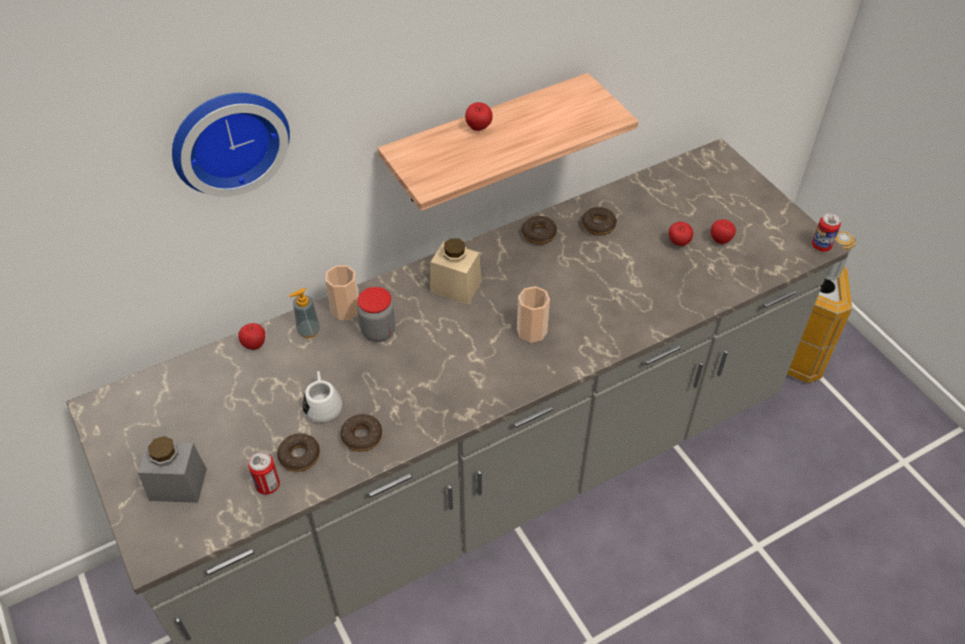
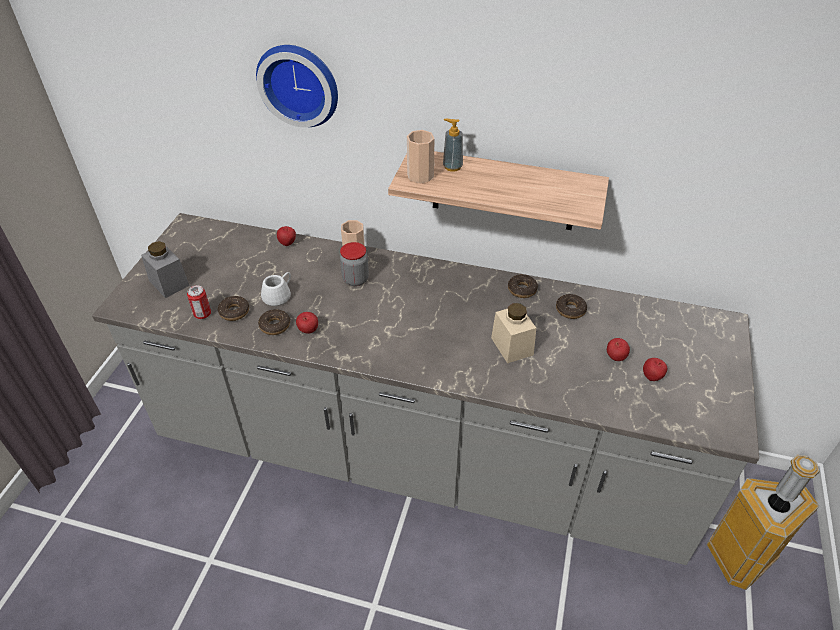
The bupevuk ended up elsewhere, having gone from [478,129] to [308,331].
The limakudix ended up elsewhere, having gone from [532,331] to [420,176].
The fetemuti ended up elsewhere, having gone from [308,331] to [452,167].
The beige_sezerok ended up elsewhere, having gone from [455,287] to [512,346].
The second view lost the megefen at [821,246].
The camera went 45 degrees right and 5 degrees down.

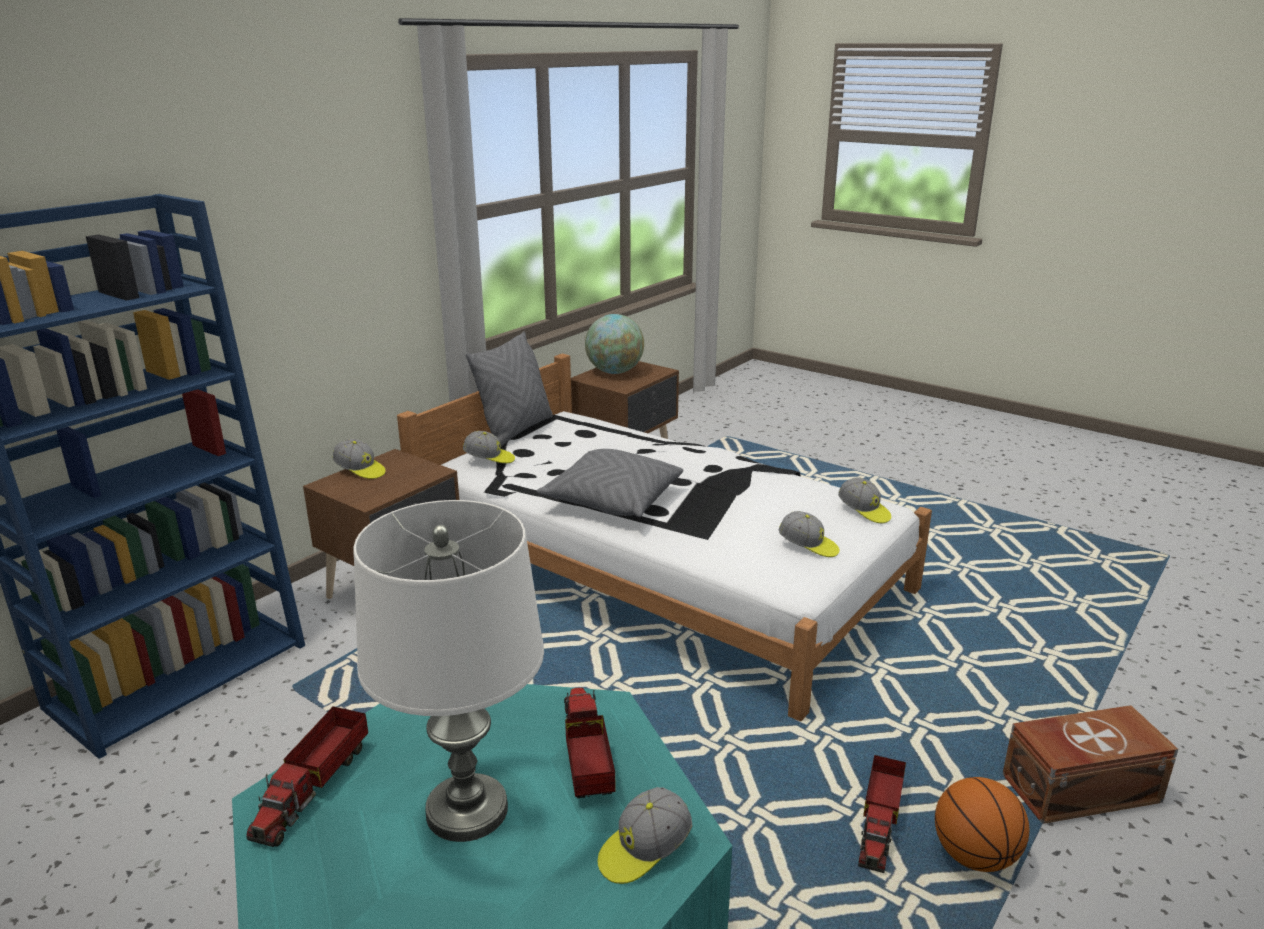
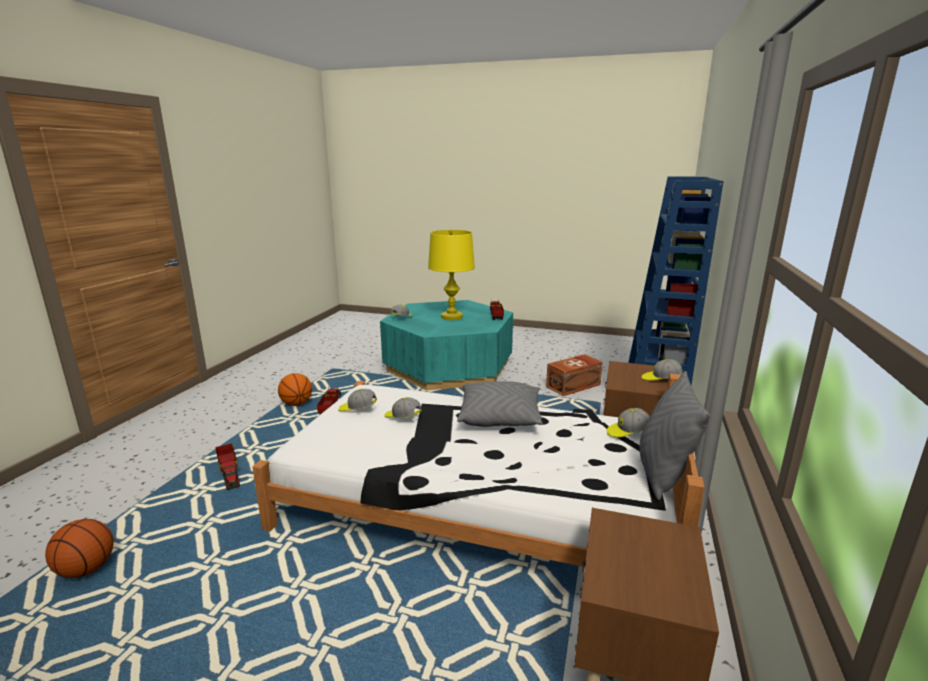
The second view gained the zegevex at [87,569].
The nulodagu ended up elsewhere, having gone from [586,755] to [229,472].
The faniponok ended up elsewhere, having gone from [864,511] to [402,417].
What was the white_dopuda at [467,810] turned into the yellow_dopuda at [451,317].
The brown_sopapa ended up elsewhere, having gone from [1077,787] to [574,386].
The second view lost the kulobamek at [614,372].
The camera went 160 degrees right and 5 degrees down.

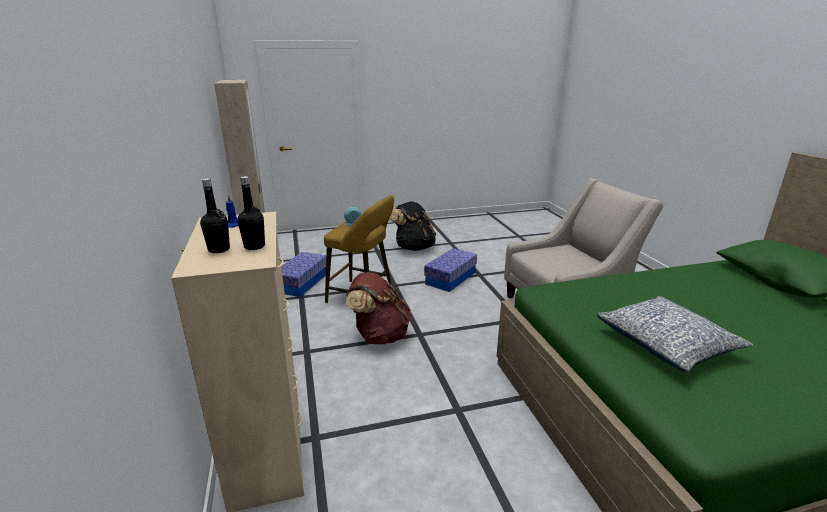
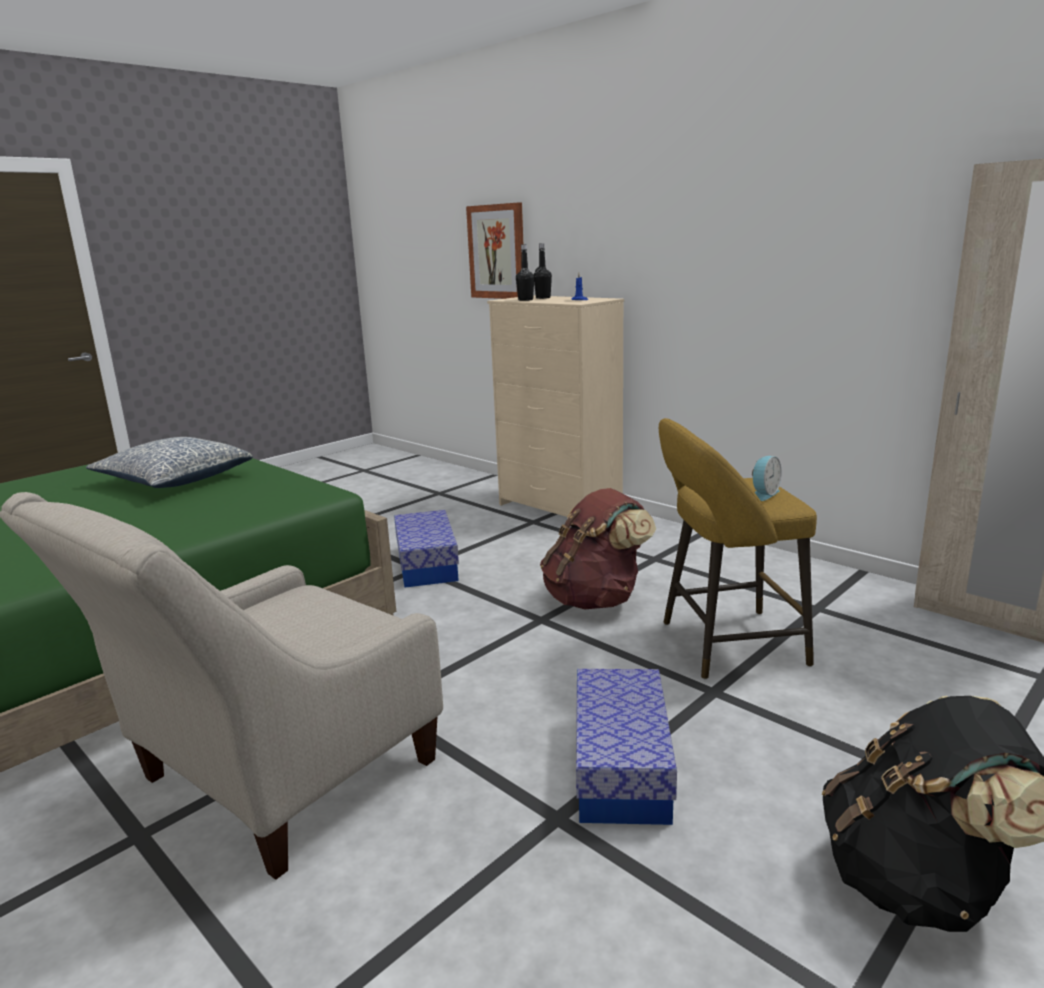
The sopapa ended up elsewhere, having gone from [301,283] to [427,564].
The second view gained the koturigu at [497,252].
The camera went 150 degrees right and 5 degrees down.

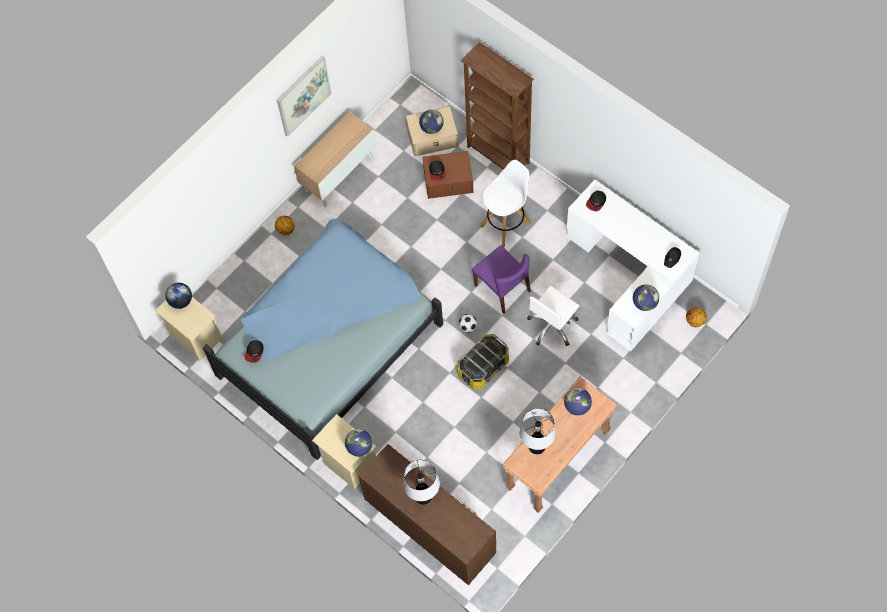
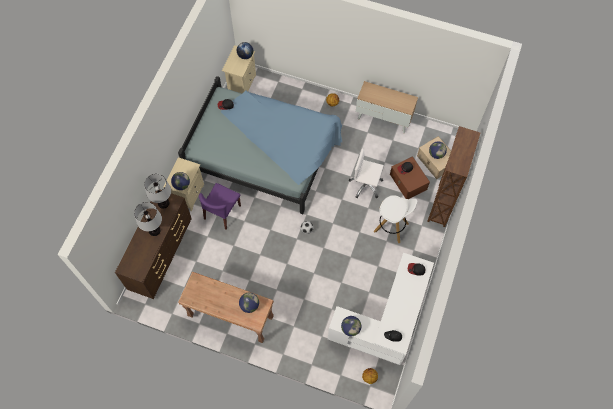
The dopuda ended up elsewhere, having gone from [537,445] to [163,203].
The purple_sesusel ended up elsewhere, having gone from [502,288] to [222,212].
The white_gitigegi ended up elsewhere, having gone from [552,326] to [365,185].
The second view lost the koturigu at [303,95].
The second view lost the sopapa at [483,367].
The camera went 65 degrees right and 0 degrees up.

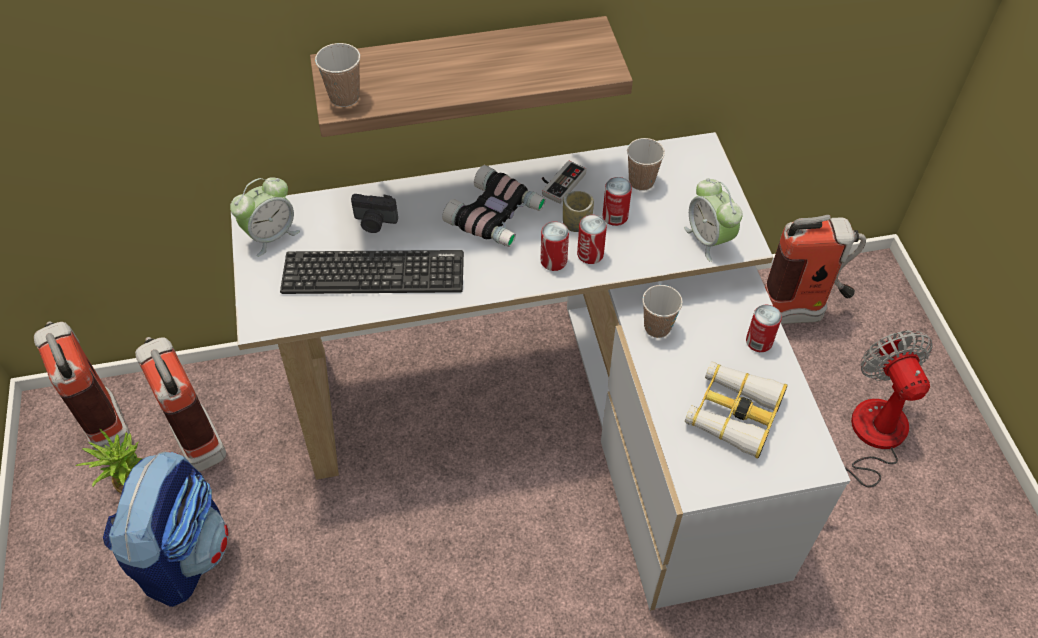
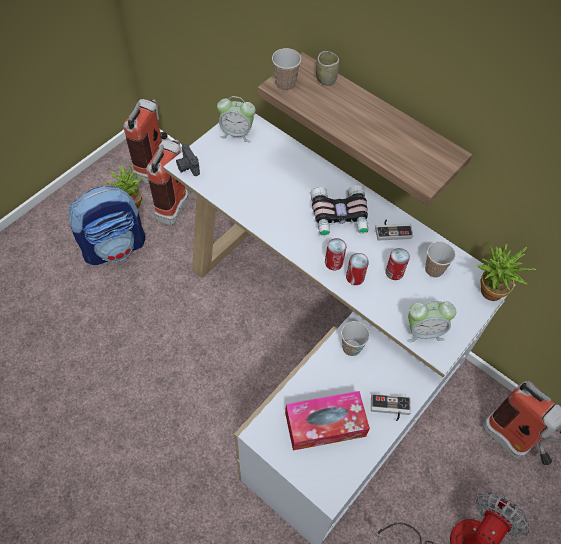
The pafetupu ended up elsewhere, having gone from [374,222] to [187,167].
Where the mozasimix stood at [733,414], the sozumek came to stand at [325,424].
The limakudix ended up elsewhere, having gone from [576,224] to [326,79].
Where the megefen stood at [759,342], the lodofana came to stand at [390,409].
The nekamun at [708,239] ended up facing another way, 120 degrees counterclockwise from before.
The second view gained the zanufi at [487,293].
The second view lost the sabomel at [373,273].
The camera went 50 degrees right and 5 degrees up.

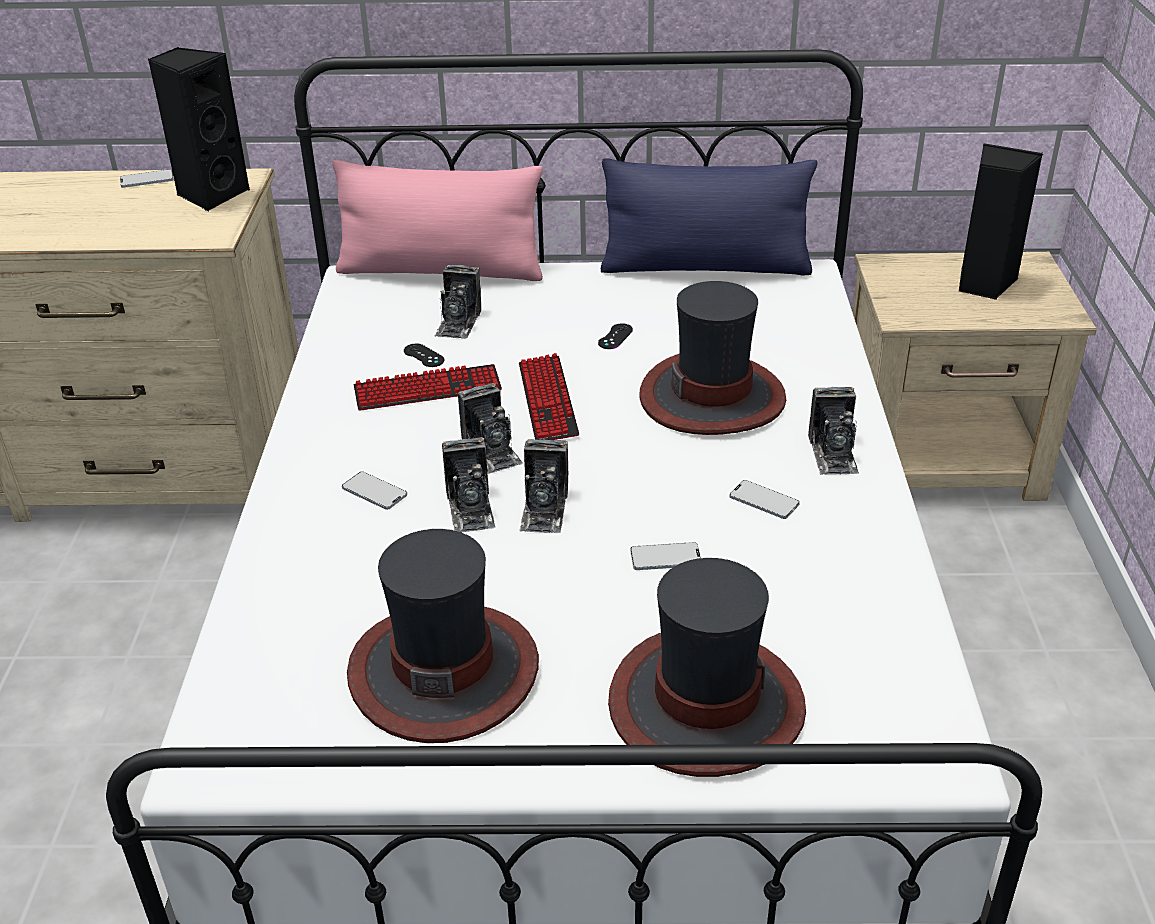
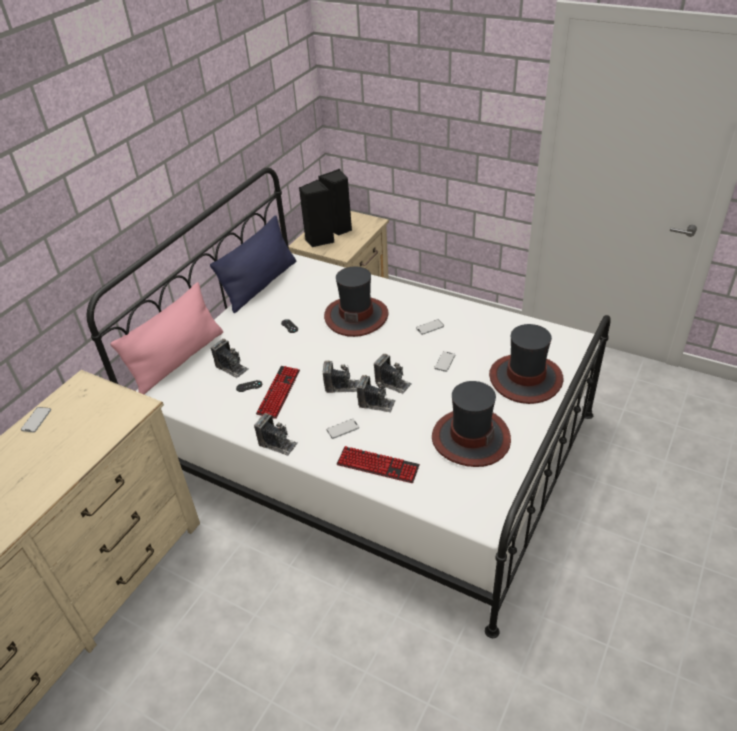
The pafetupu ended up elsewhere, having gone from [833,453] to [277,444].
The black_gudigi ended up elsewhere, having gone from [211,194] to [319,240].
The sabomel ended up elsewhere, having gone from [547,400] to [377,465].
The camera went 60 degrees left and 5 degrees up.

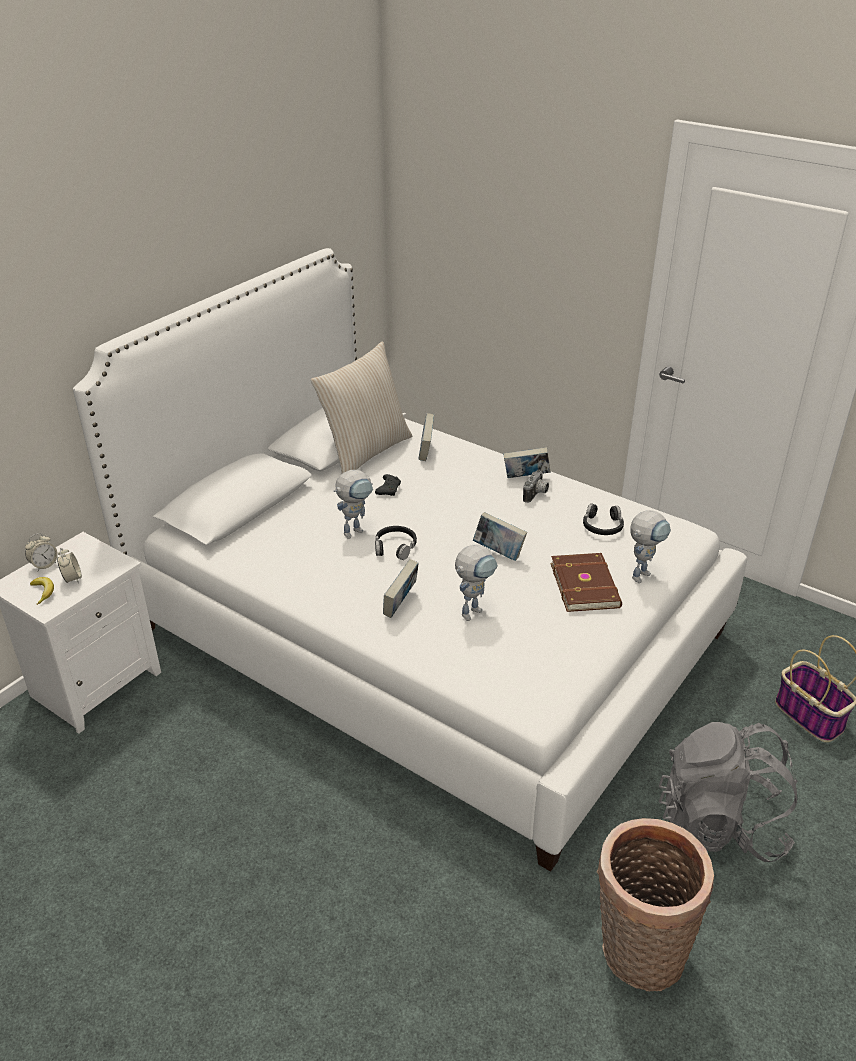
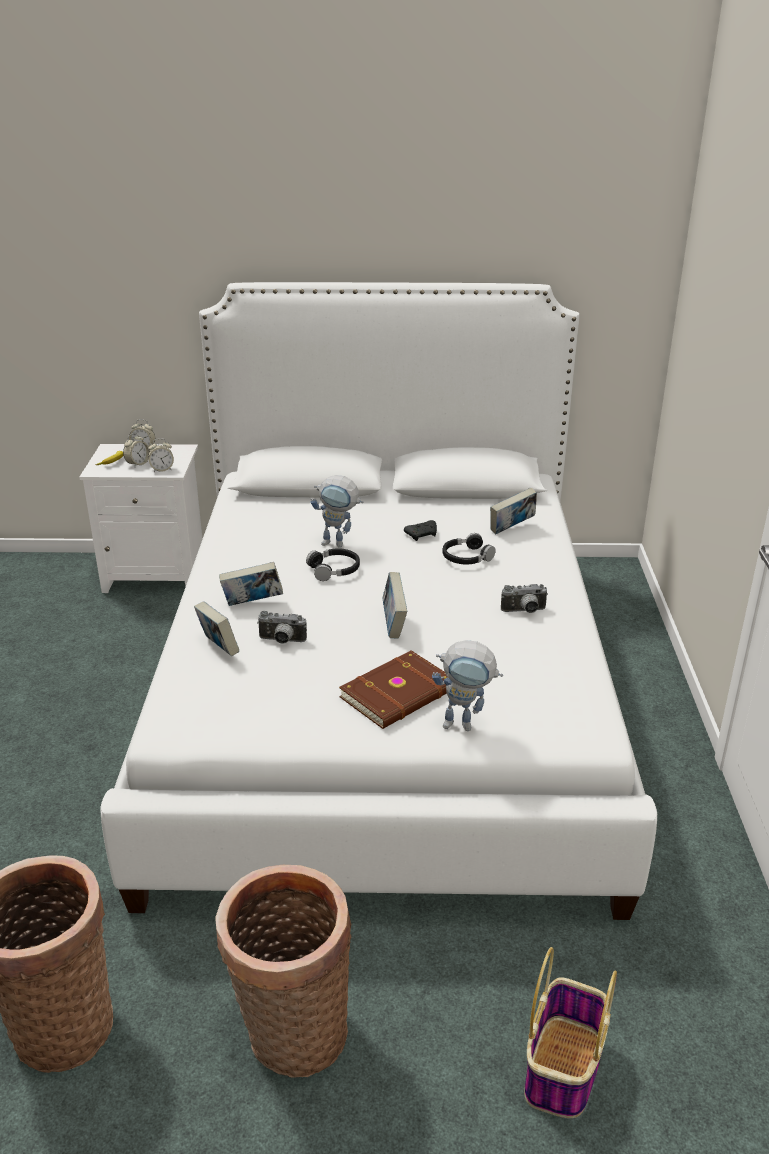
The second view gained the nekamun at [162,469].
The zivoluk ended up elsewhere, having gone from [525,478] to [218,648].
Where the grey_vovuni stood at [720,824], the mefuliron came to stand at [291,1033].
Where the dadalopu stood at [474,609], the pafetupu came to stand at [281,641].
The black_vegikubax ended up elsewhere, having gone from [602,526] to [466,557].
The second view lost the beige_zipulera at [365,451].
The camera went 55 degrees right and 5 degrees down.

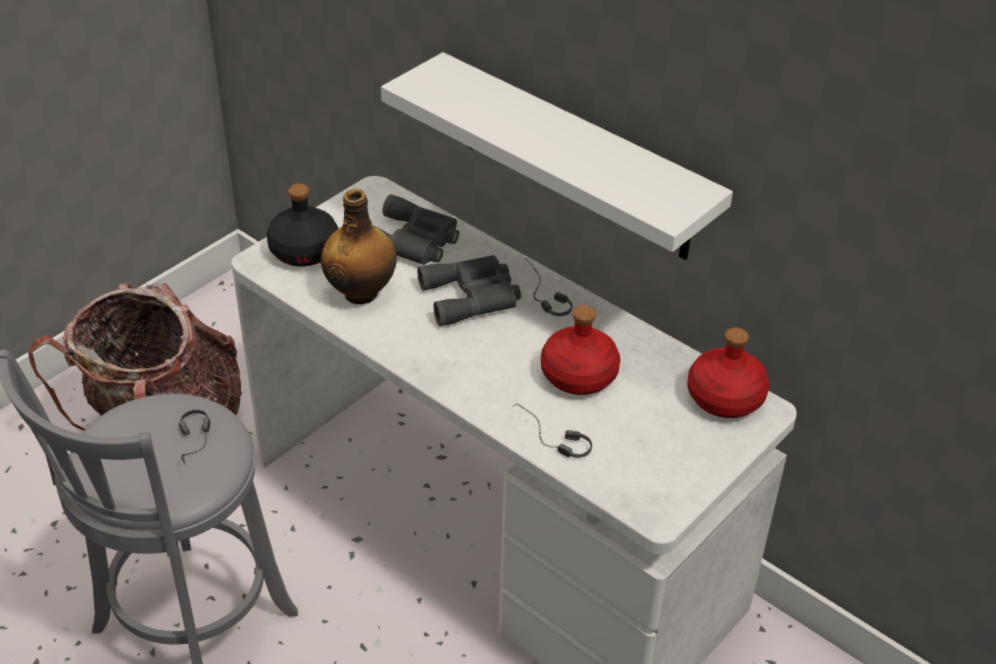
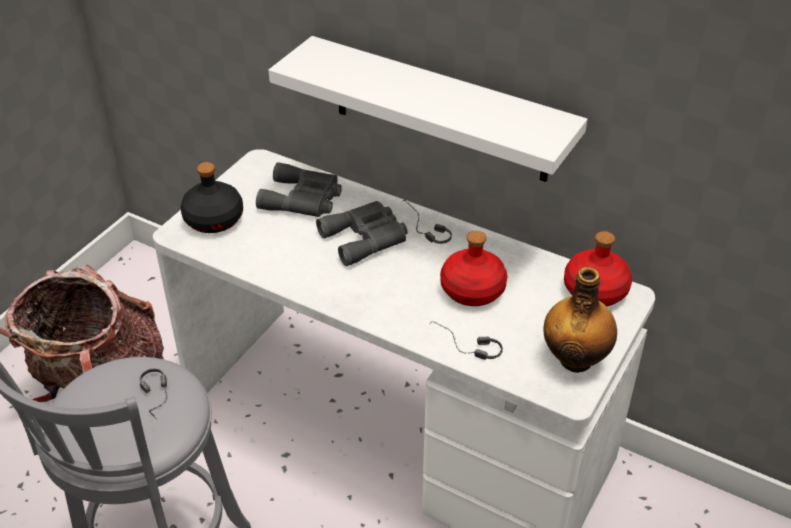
The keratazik ended up elsewhere, having gone from [361,292] to [575,359].
The camera went 10 degrees left and 0 degrees up.

